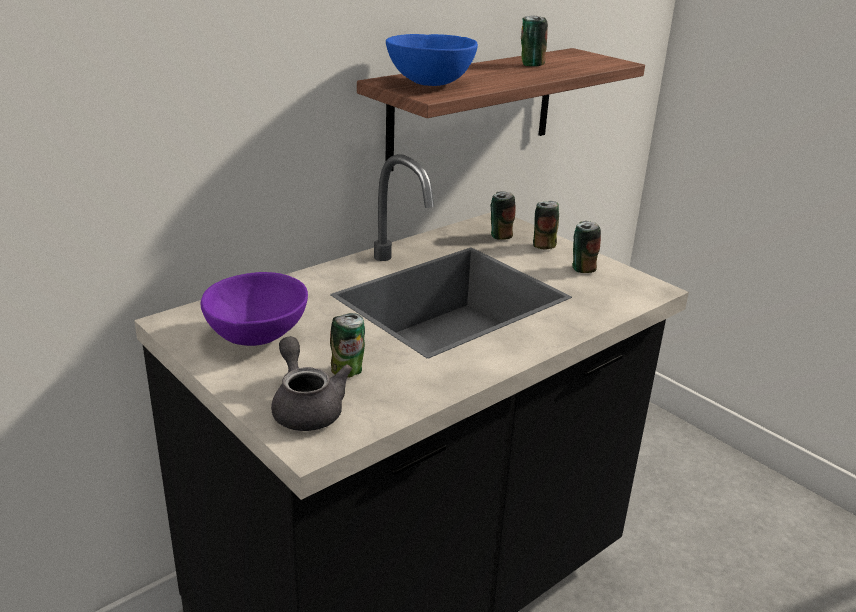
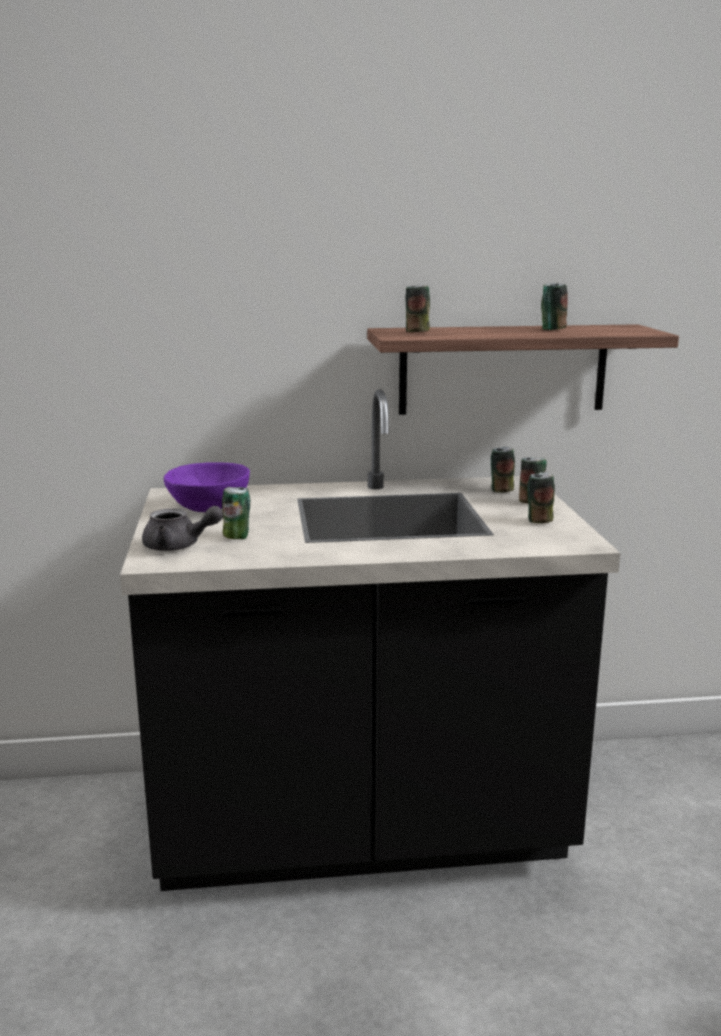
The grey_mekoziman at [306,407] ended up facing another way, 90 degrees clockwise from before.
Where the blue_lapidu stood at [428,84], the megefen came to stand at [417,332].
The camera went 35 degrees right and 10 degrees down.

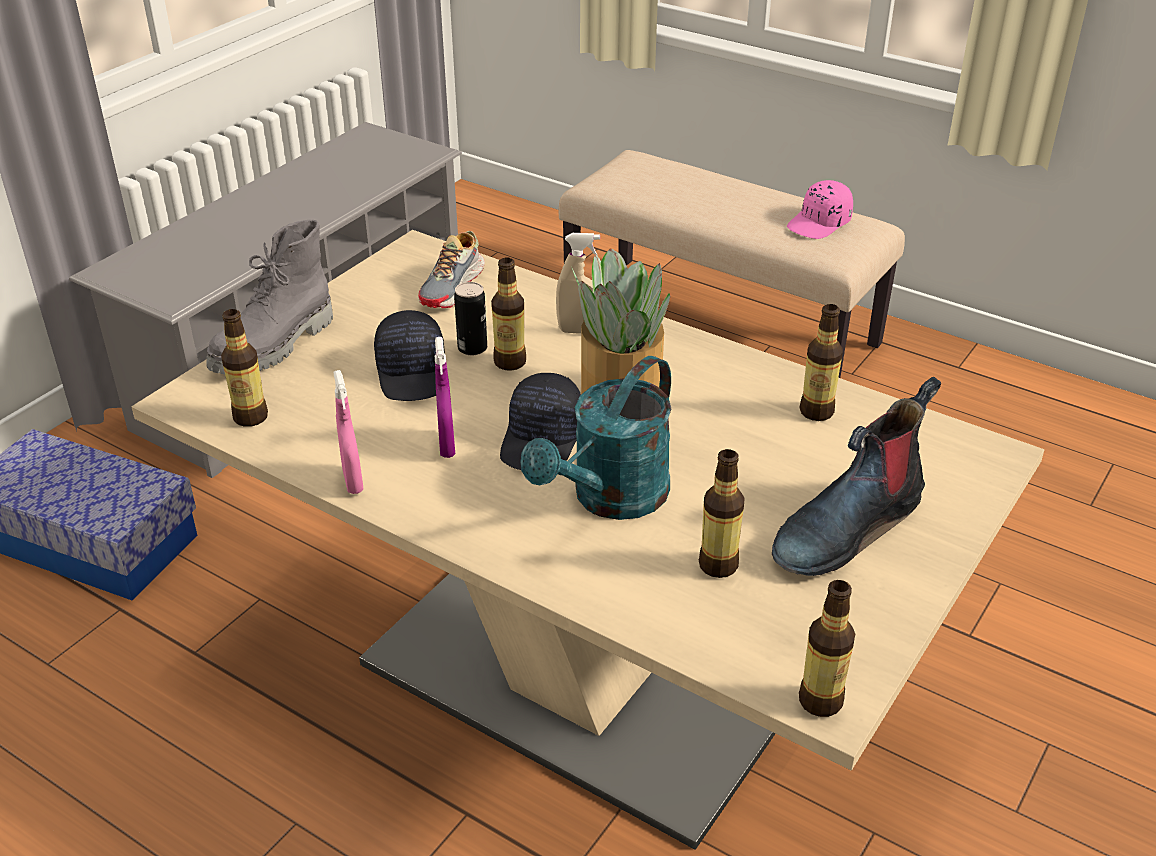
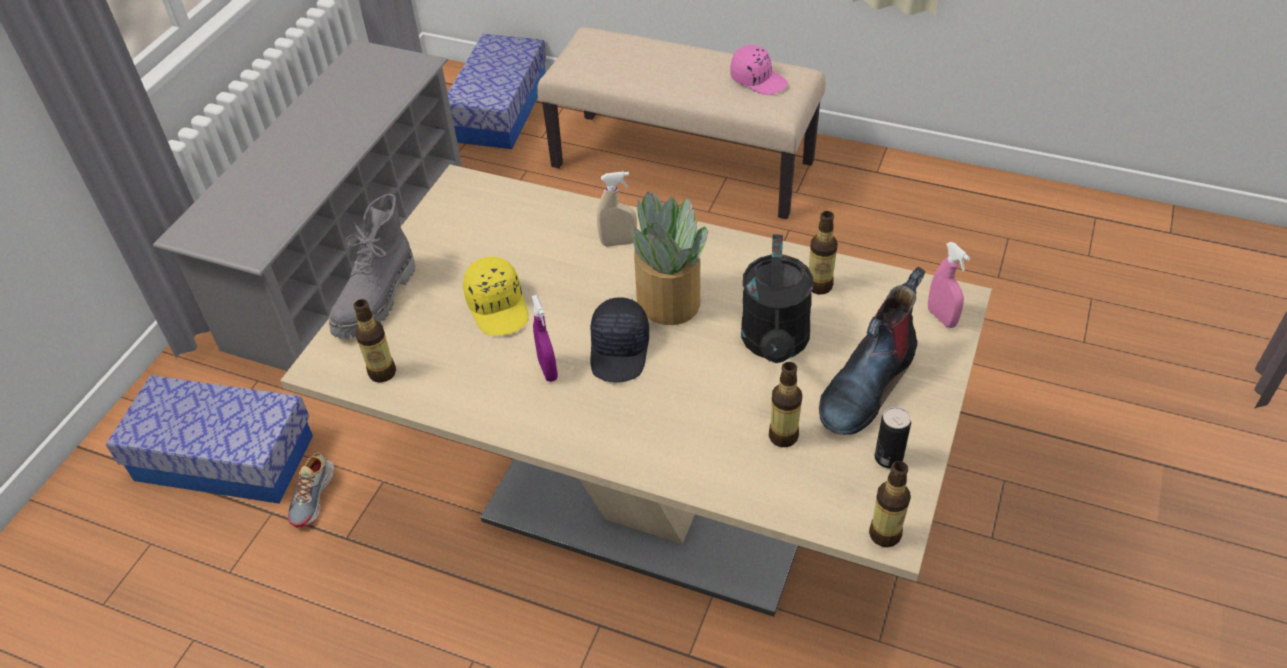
The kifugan ended up elsewhere, having gone from [453,287] to [313,497].
The second view gained the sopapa at [500,110].
What was the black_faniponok at [413,373] turned into the yellow_faniponok at [499,306].
The pink_faniponok at [820,224] ended up facing another way, 90 degrees counterclockwise from before.
The second view gained the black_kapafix at [775,344].
The megefen ended up elsewhere, having gone from [472,348] to [888,458].
The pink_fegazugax ended up elsewhere, having gone from [353,481] to [941,317].
The second view lost the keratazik at [510,362].
The second view lost the turquoise_kapafix at [610,499].
The camera went 10 degrees left and 10 degrees up.

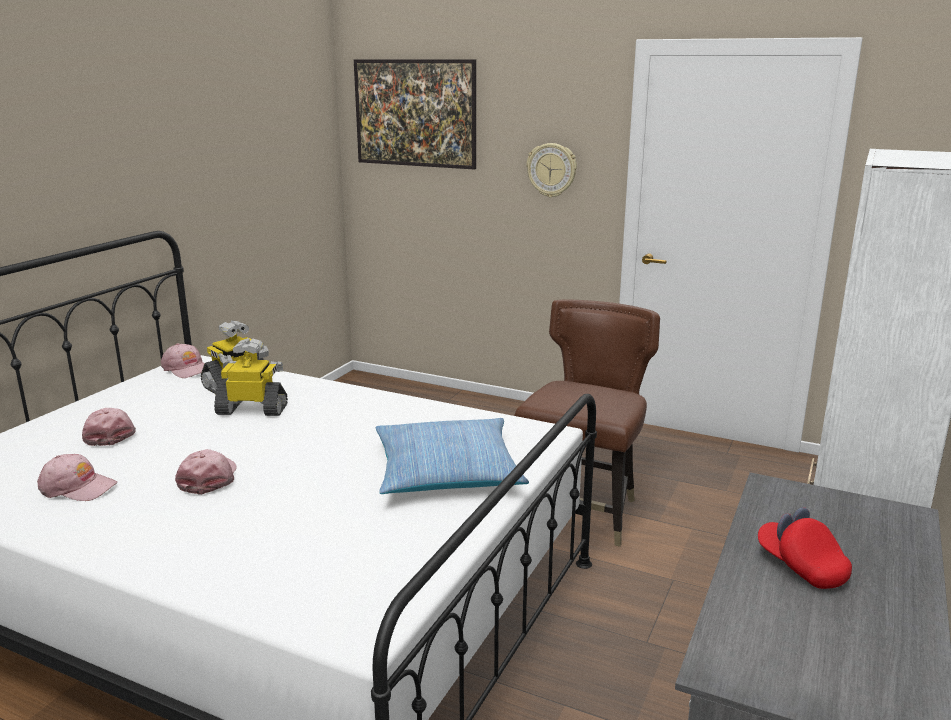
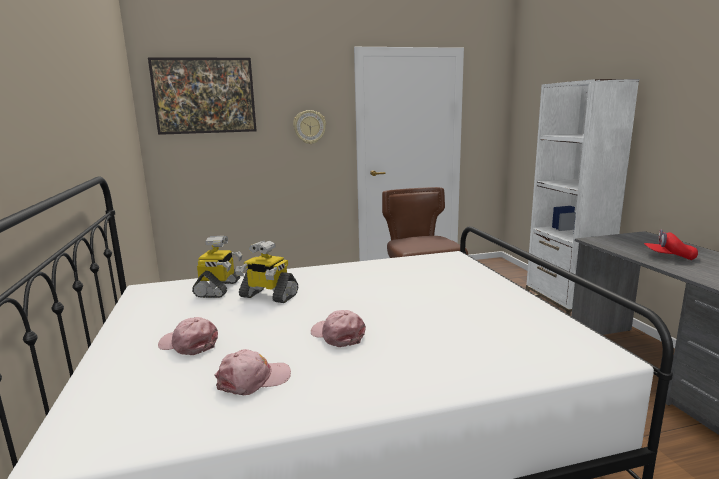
The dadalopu at [253,409] ended up facing another way, 120 degrees counterclockwise from before.
The second view lost the pink_faniponok at [187,369].
The second view lost the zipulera at [447,471].
The camera went 40 degrees left and 5 degrees down.

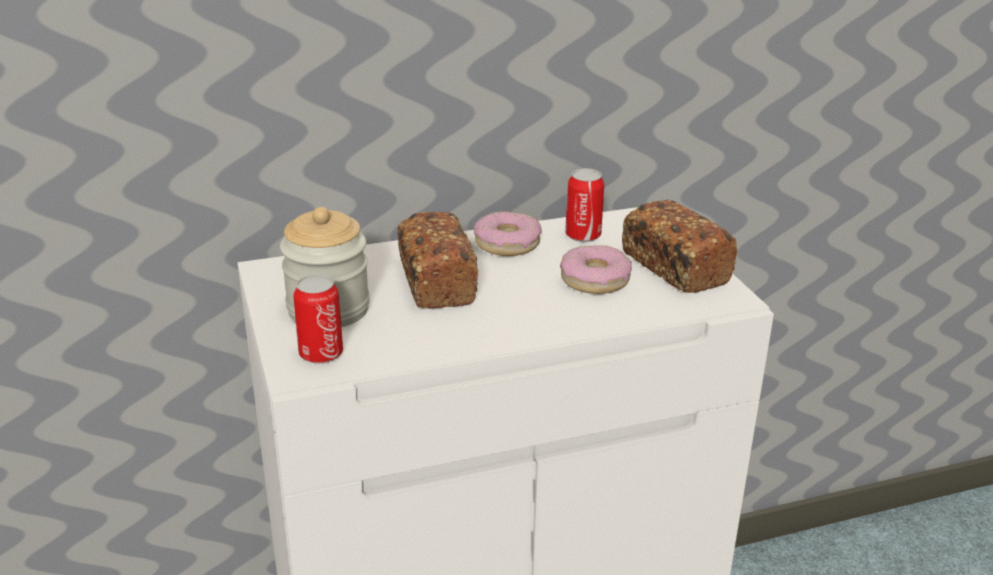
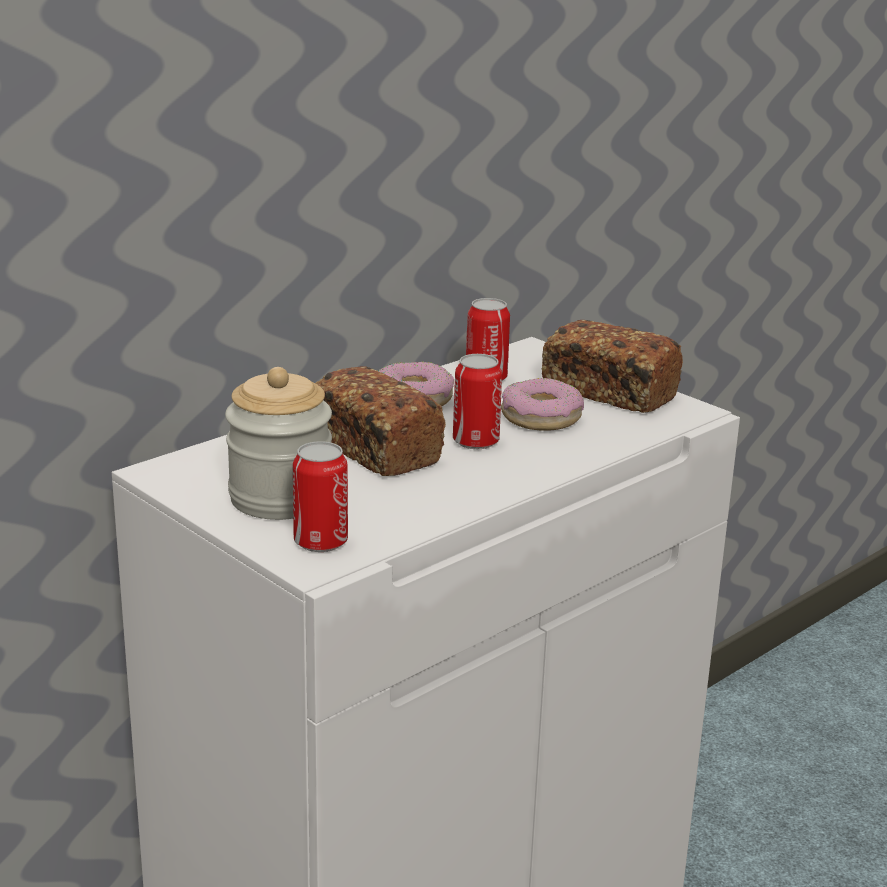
The second view gained the megefen at [475,441].
The camera went 25 degrees left and 5 degrees down.

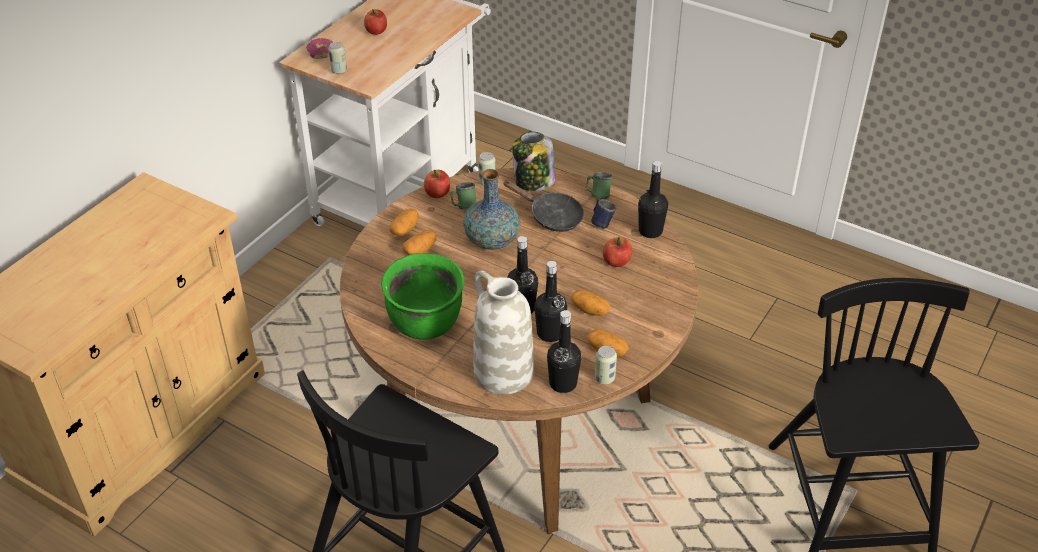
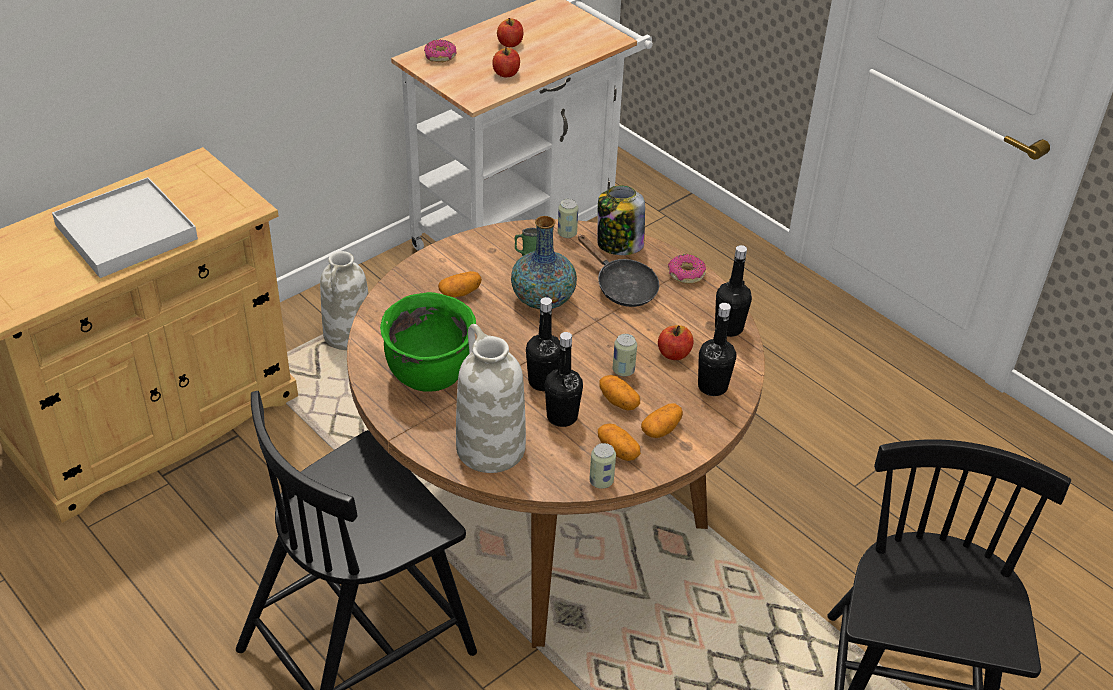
The second view gained the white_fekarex at [126,232].
The second view gained the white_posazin at [348,335].
The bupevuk ended up elsewhere, having gone from [437,193] to [506,73].
The megefen ended up elsewhere, having gone from [339,71] to [623,370].
The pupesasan ended up elsewhere, having gone from [405,230] to [661,429].
Where the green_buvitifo stood at [598,195], the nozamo came to stand at [686,274].
The black_keratazik ended up elsewhere, having gone from [563,383] to [712,386].
The second view lost the blue_buvitifo at [601,222].
The camera went 15 degrees right and 0 degrees up.

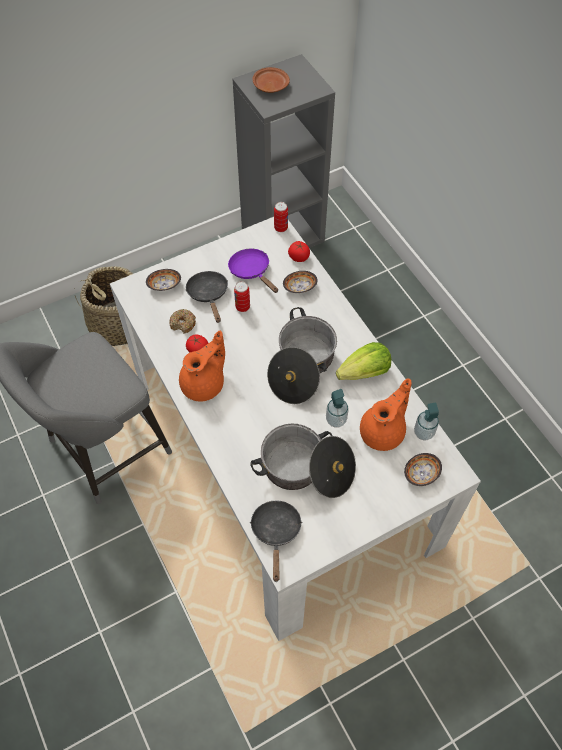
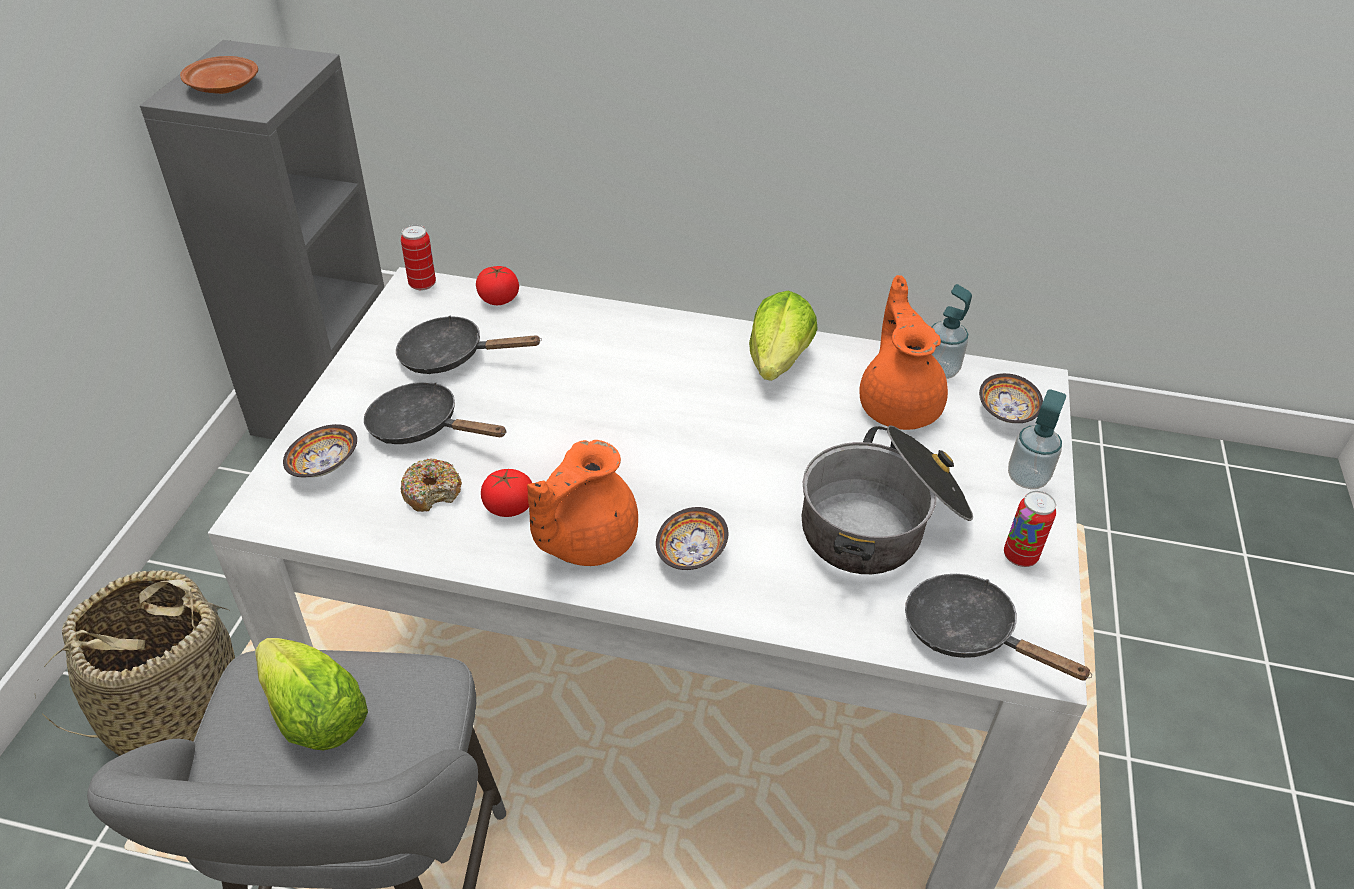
The second view gained the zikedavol at [315,716].
What was the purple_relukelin at [252,271] turned into the black_relukelin at [451,357].
The orange_mekoziman at [204,384] ended up facing another way, 135 degrees counterclockwise from before.
The lapidu ended up elsewhere, having gone from [299,287] to [691,553].
The megefen ended up elsewhere, having gone from [242,307] to [1020,556].
The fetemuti ended up elsewhere, having gone from [336,420] to [1027,478].
The second view lost the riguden at [301,367].
The camera went 50 degrees left and 15 degrees down.

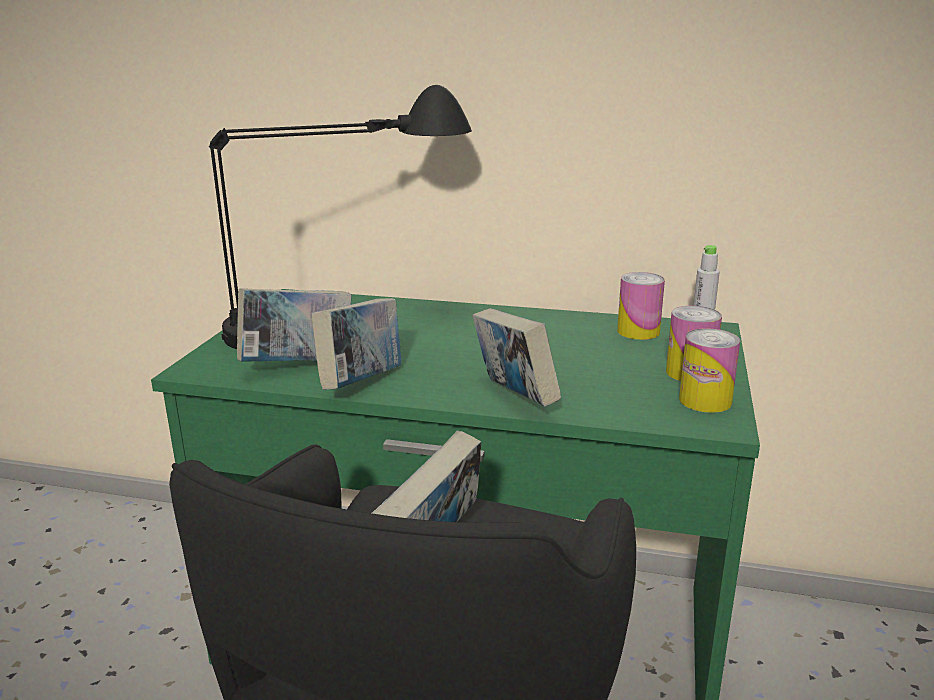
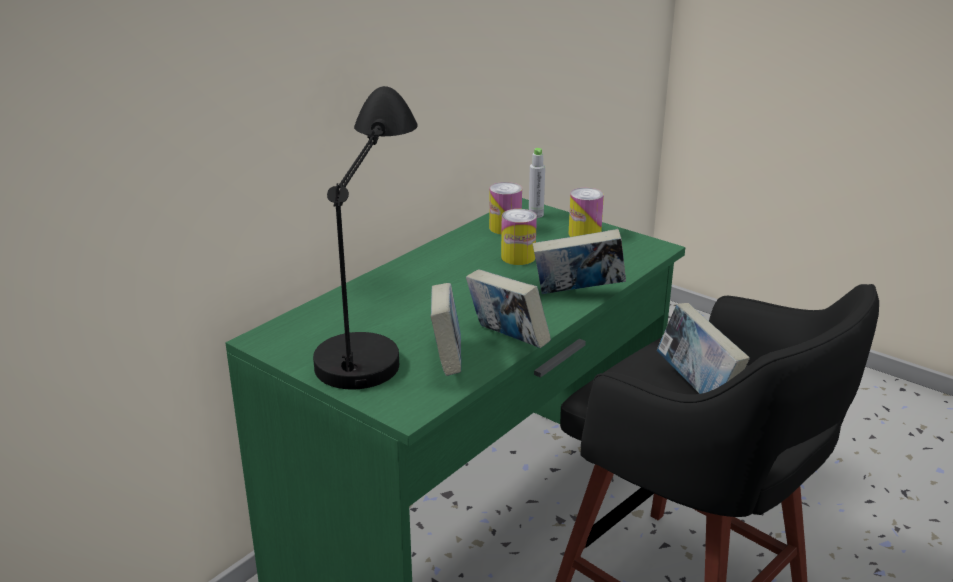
The megefen ended up elsewhere, having gone from [705,401] to [518,257].
The camera went 65 degrees left and 5 degrees up.

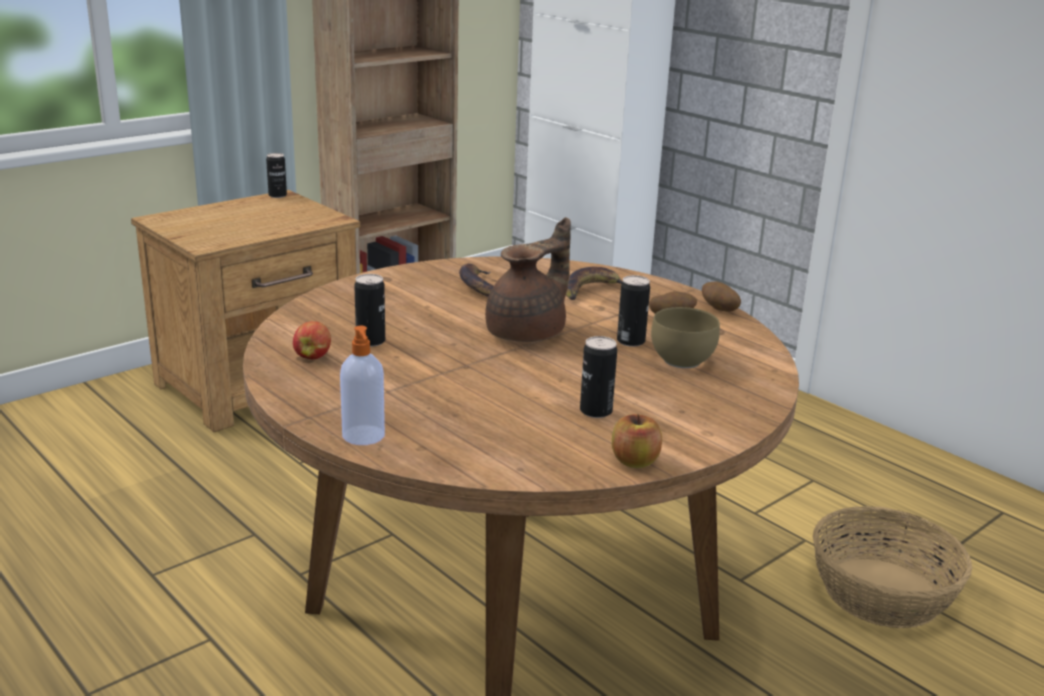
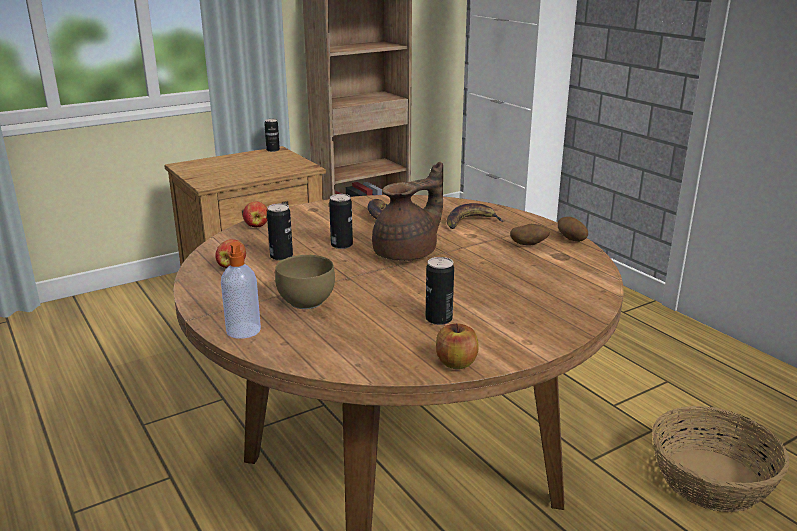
The second view gained the bupevuk at [256,226].
The brown_lapidu ended up elsewhere, having gone from [680,361] to [304,302].
The megefen ended up elsewhere, having gone from [631,341] to [341,245].
The camera went 10 degrees right and 0 degrees up.

